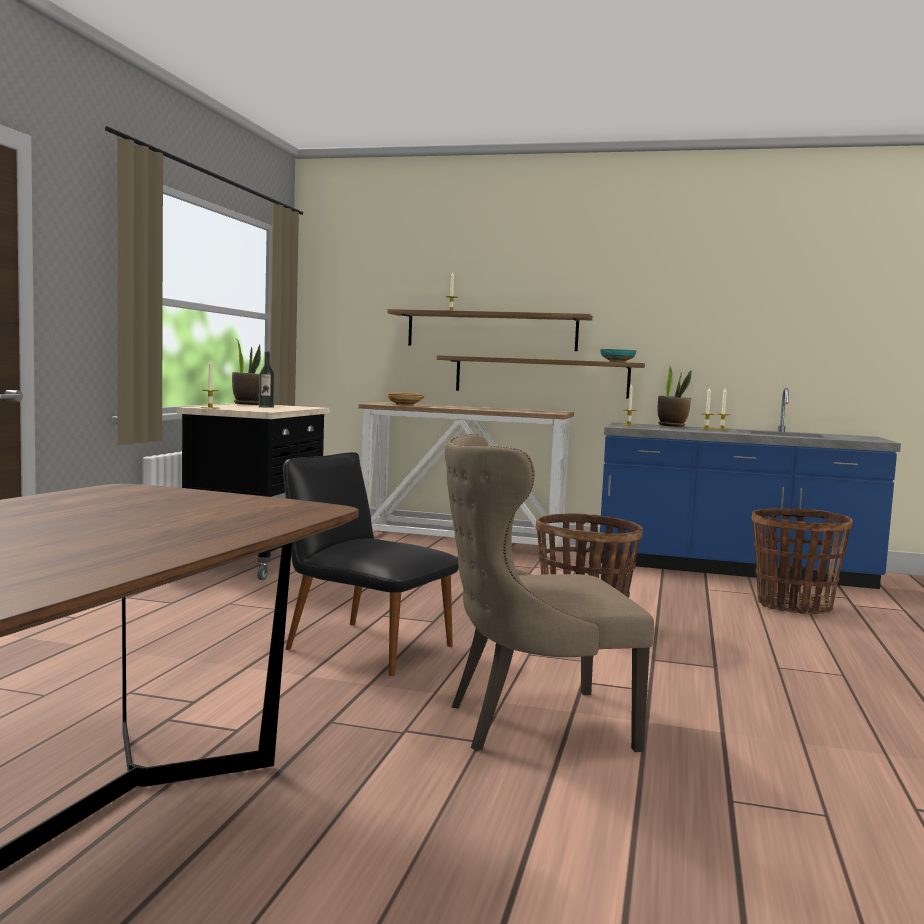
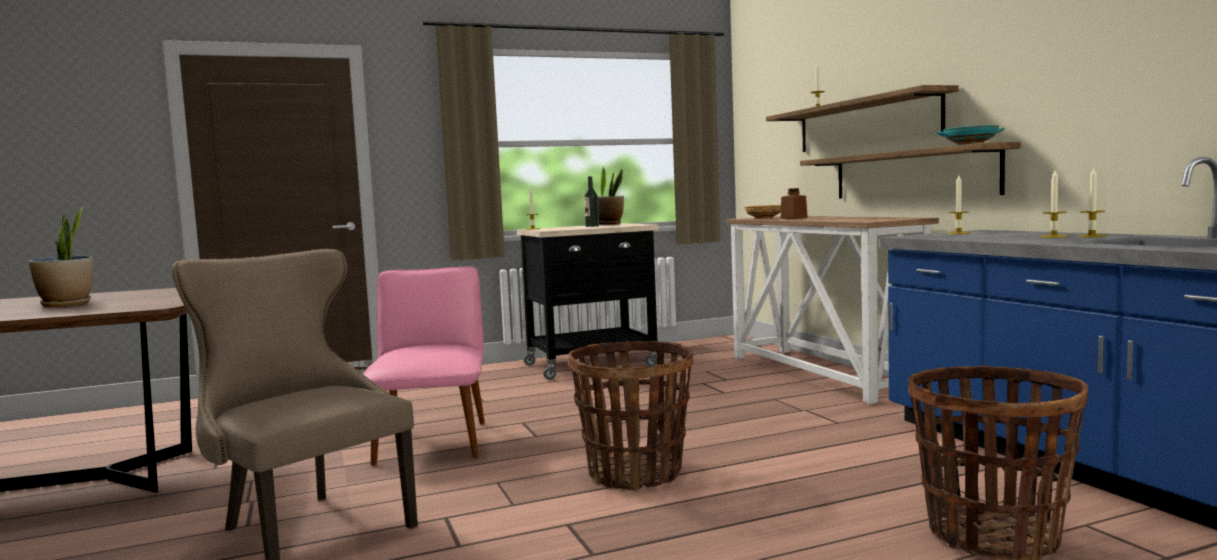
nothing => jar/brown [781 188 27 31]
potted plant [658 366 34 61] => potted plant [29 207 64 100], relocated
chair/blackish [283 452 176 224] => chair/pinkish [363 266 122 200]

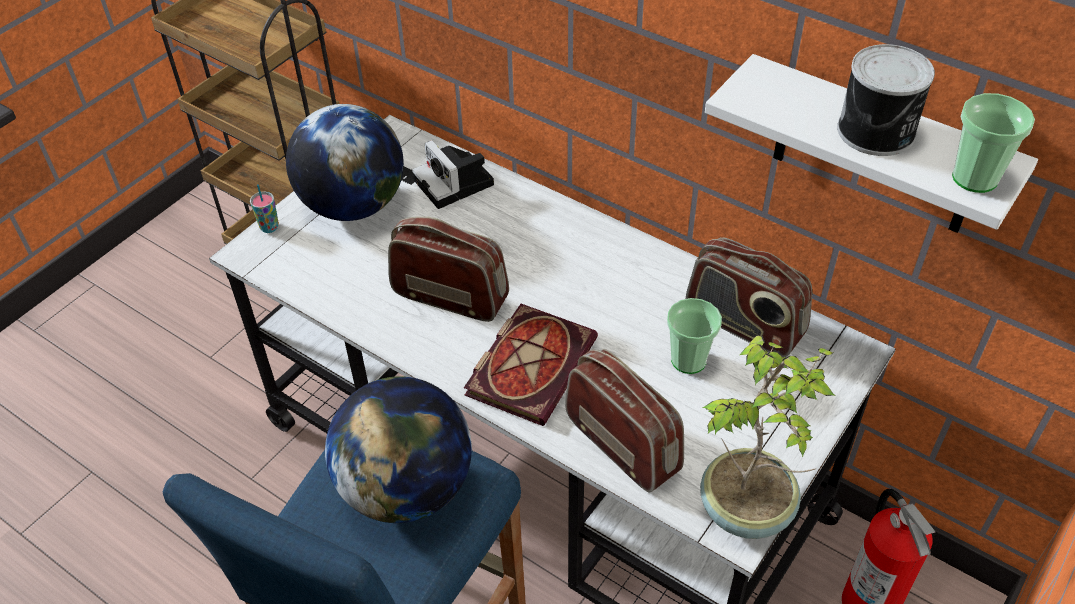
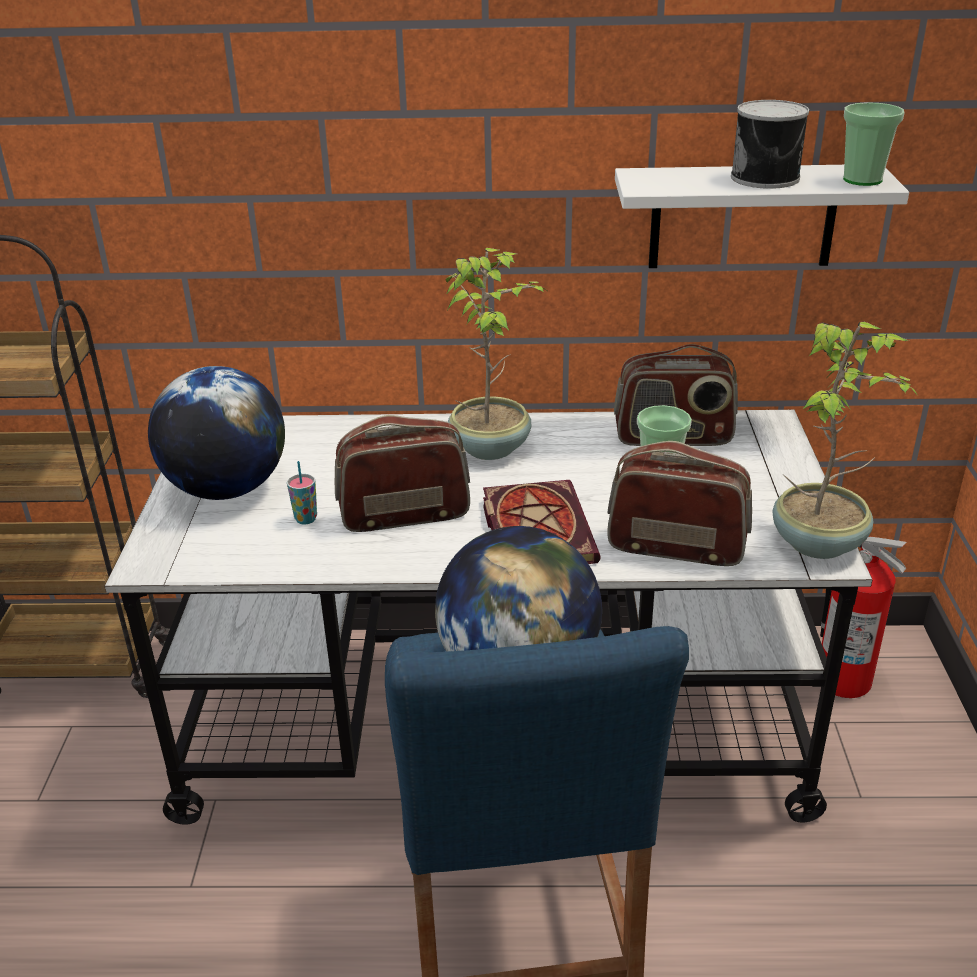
still camera [412 140 82 69] => nothing
nothing => potted plant [445 248 102 212]
cup [250 184 29 49] => cup [287 461 30 63], relocated

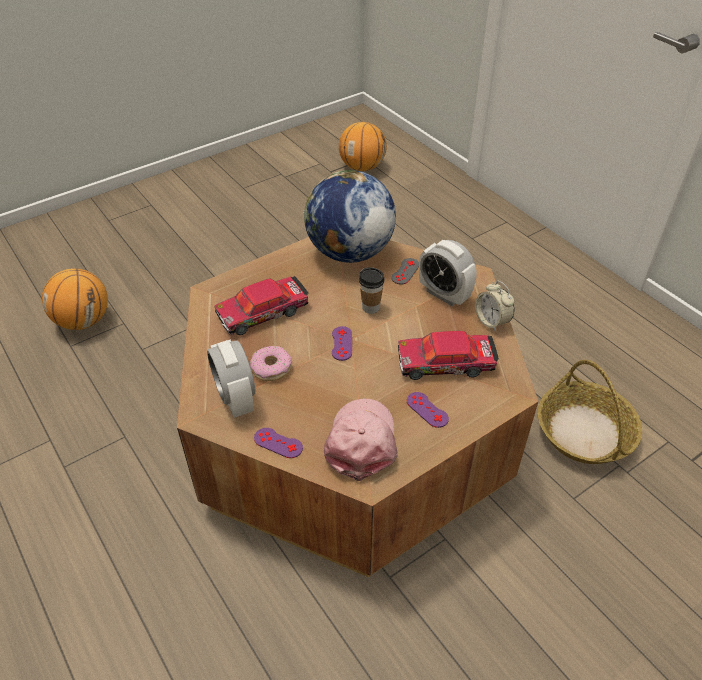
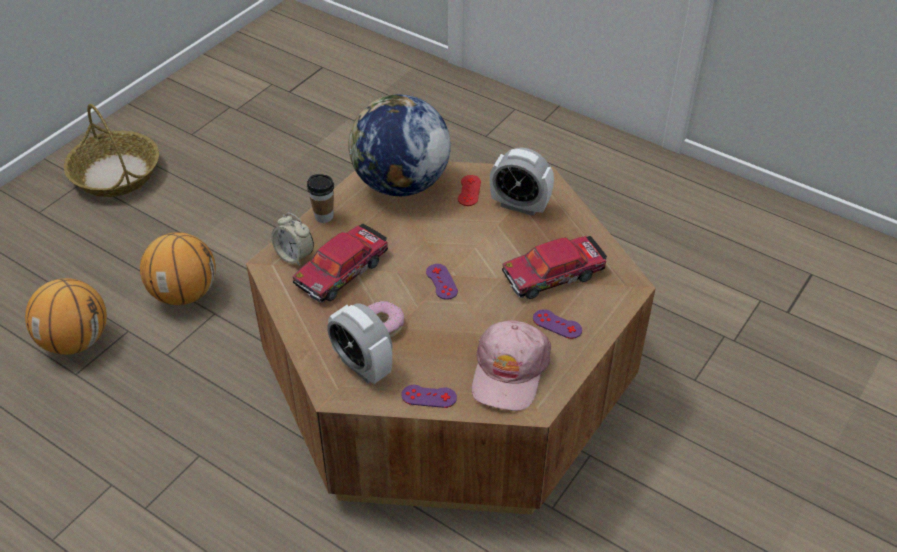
basketball ball [339 122 48 49] => basketball ball [140 232 76 73], relocated
cup [359 267 26 47] => cup [307 174 27 49], relocated
alarm clock [475 281 40 50] => alarm clock [271 213 43 53], relocated
household basket [538 360 104 104] => household basket [64 104 95 93], relocated
game controller/gray [391 258 28 27] => game controller/reddish [458 175 23 31]
cap/pinkish [324 398 74 83] => cap/pinkish [472 320 79 91], 150 degrees counterclockwise

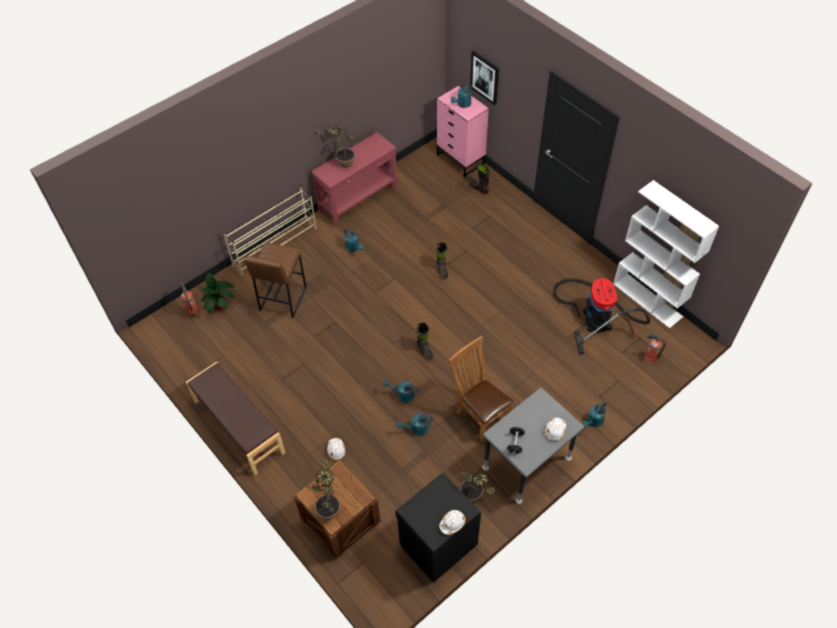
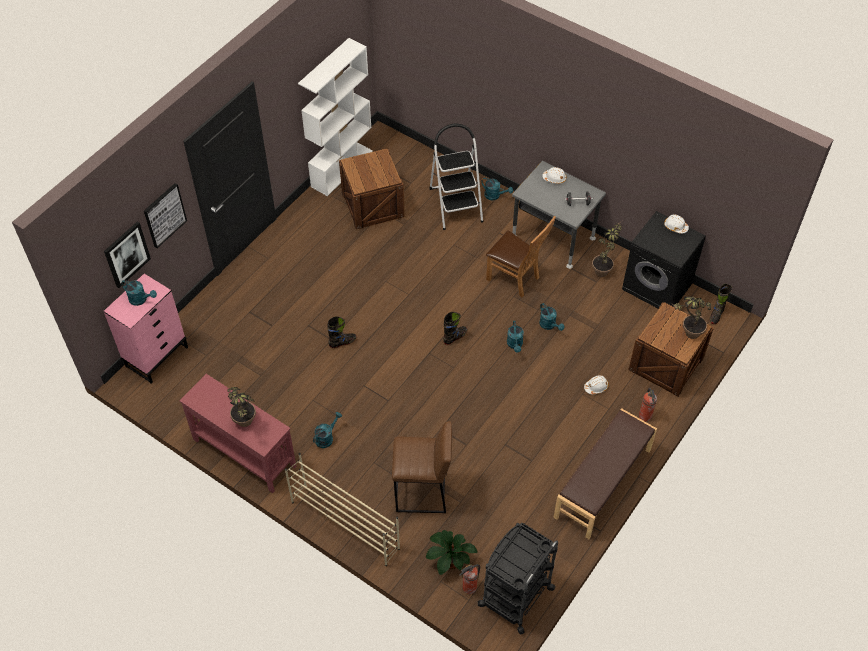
nothing => picture [144 183 43 65]
nothing => step stool [429 124 55 106]
nothing => wheeled cart/blackish [478 523 80 112]
boot/blackish [470 164 20 30] => boot/blackish [710 284 22 40], relocated
fire-fighting cylinder [644 334 22 31] => fire-fighting cylinder [639 388 18 34], relocated
vacuum [553 278 97 76] => packing crate [339 148 66 81]
chair/brown [449 336 65 106] => chair/brown [486 216 70 81], 90 degrees counterclockwise

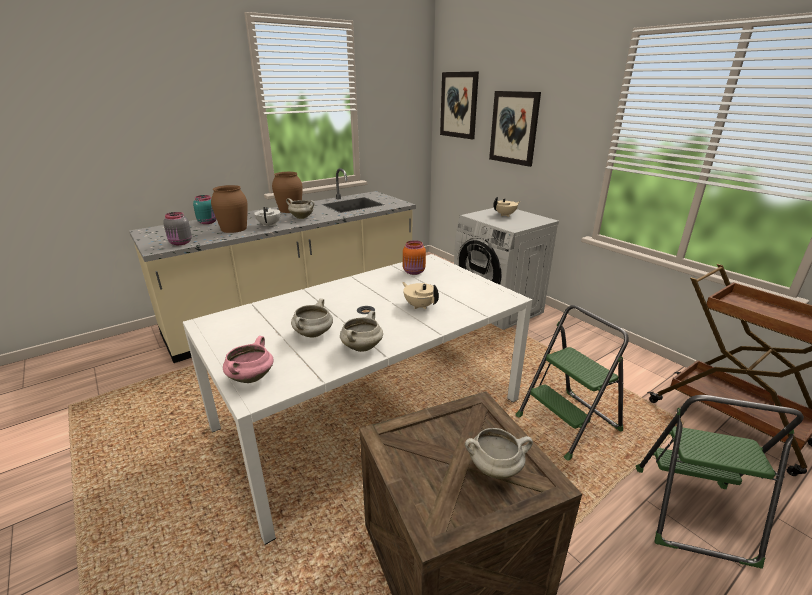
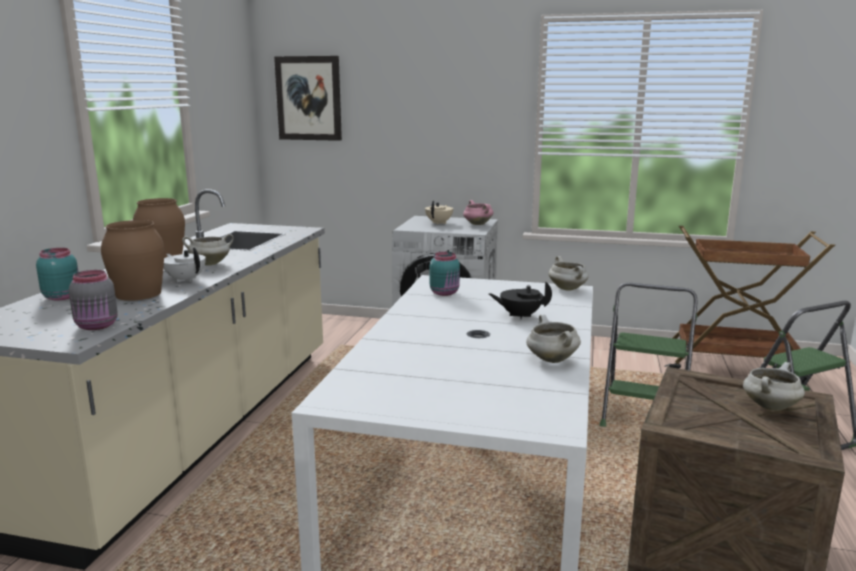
picture [489 91 52 76] => nothing
stockpot/pinkish [223 336 51 47] => stockpot/pinkish [463 200 31 25], relocated
stockpot/white-coloured [291 298 42 40] => stockpot/white-coloured [548 256 40 35], relocated
tea pot/beige-coloured [402 282 37 27] => tea pot/blackish [489 281 63 39]
jar/orange [403 240 23 35] => jar/turquoise [430 252 30 44]

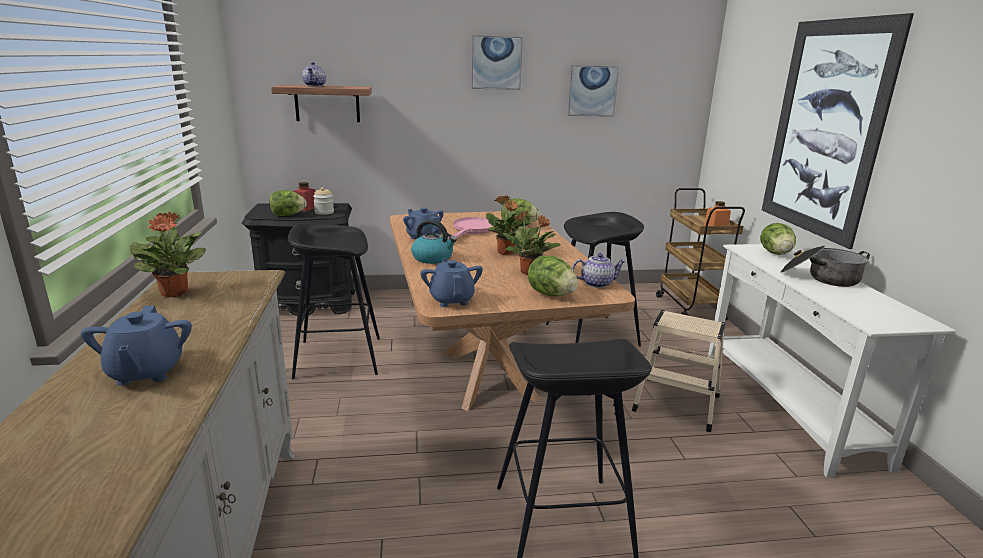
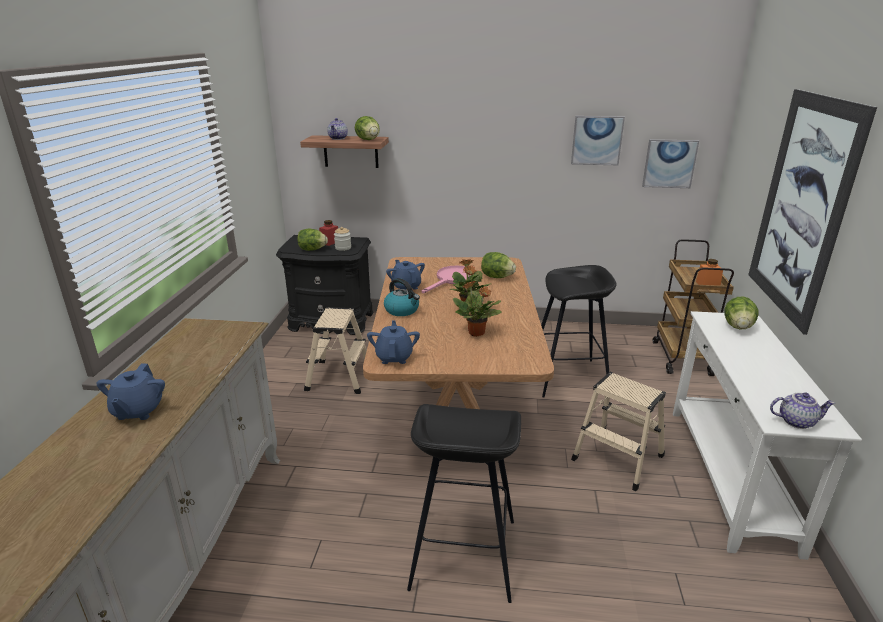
potted plant [130 212 76 85] => nothing
stockpot [780 246 90 41] => nothing
picture [471 35 52 55] => picture [642 139 57 49], relocated
head of lettuce [528 256 50 40] => head of lettuce [355 116 25 24], relocated
tea pot [572 253 54 35] => tea pot [770 393 65 36], relocated
sitting stool/blackish [288 223 92 156] => step stool/beige-coloured [304 307 63 87]

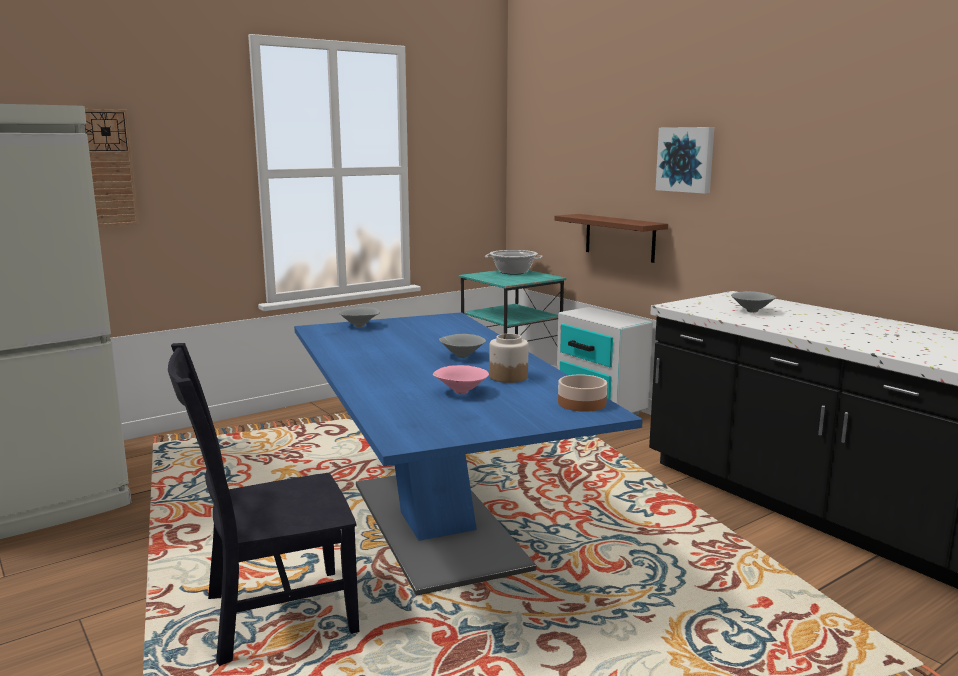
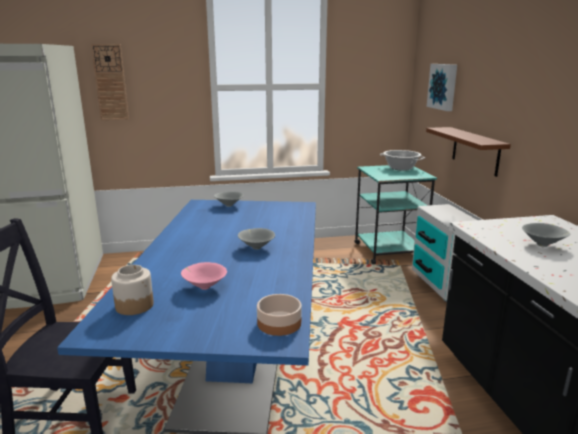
jar [489 334 39 49] => jar [111 265 43 50], relocated
picture [655 127 59 67] => picture [427 64 30 47], relocated

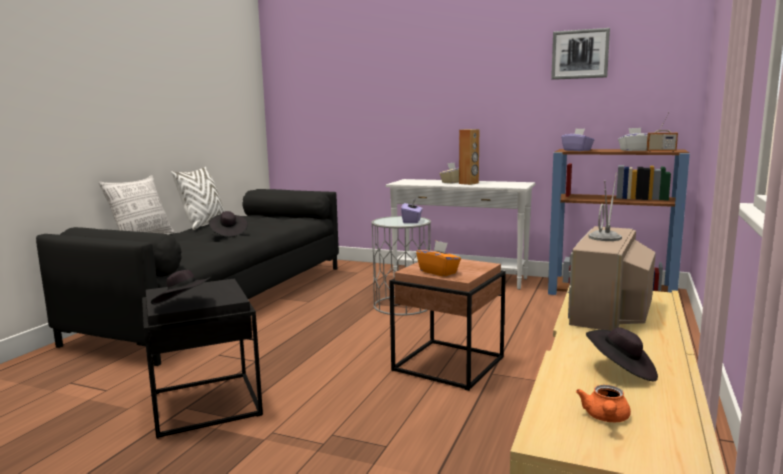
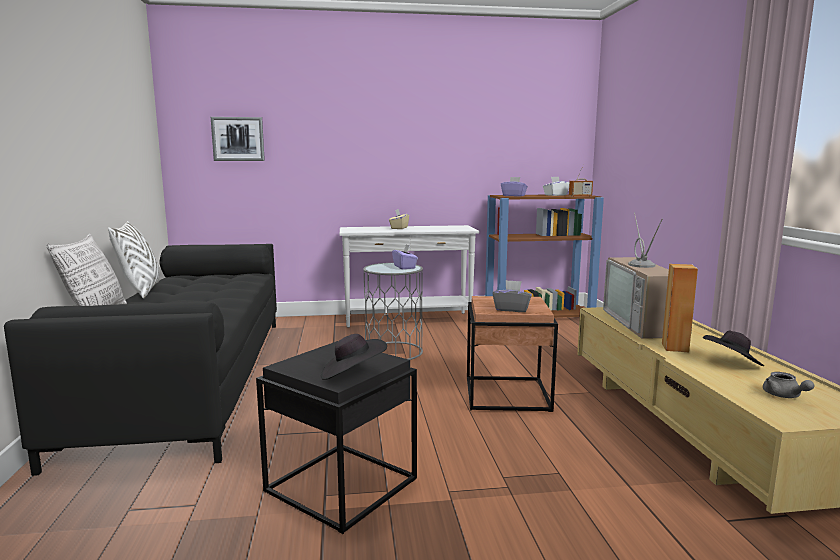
hat/blackish [209 211 39 26] => nothing
loudspeaker/brown [459 129 20 56] => loudspeaker/brown [662 264 36 88], relocated
picture [551 28 59 52] => picture [211 117 54 44], relocated
tissue holder/orange [416 241 45 36] => tissue holder/gray [492 280 40 32]
tea pot/orange [576 385 55 37] => tea pot/gray [763 372 51 26]

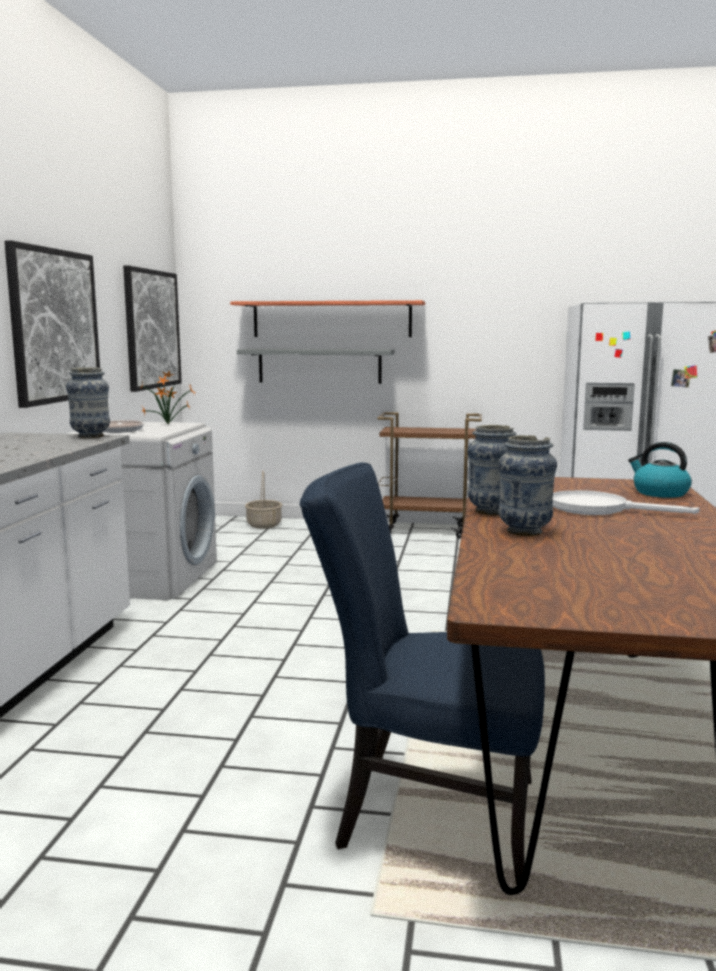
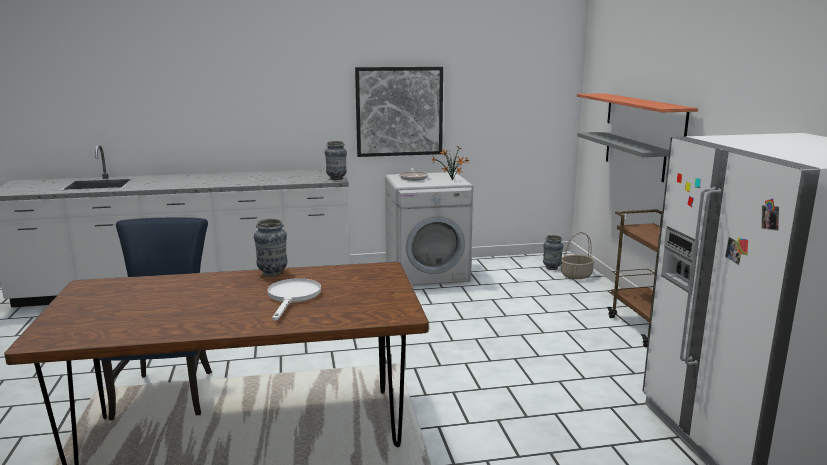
picture [123 266 59 126] => nothing
water kettle [628 442 64 56] => nothing
flower vase [499 435 58 101] => flower vase [543 235 20 35], relocated

